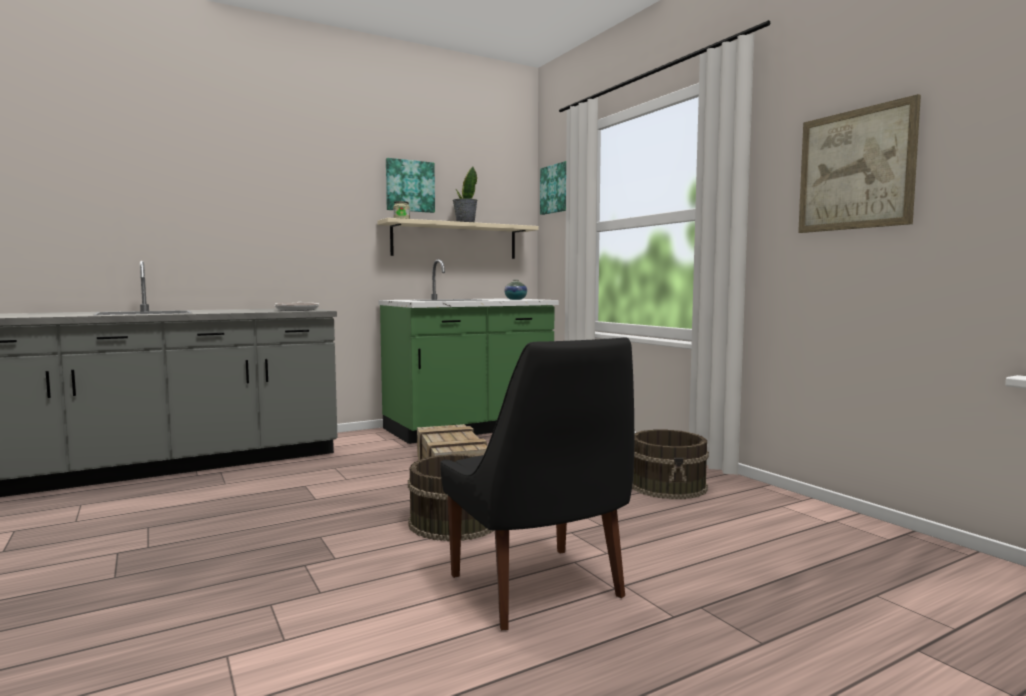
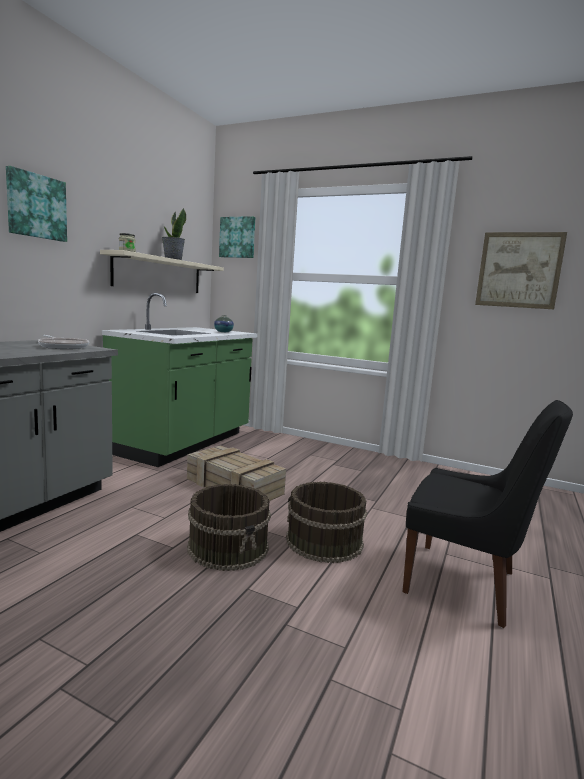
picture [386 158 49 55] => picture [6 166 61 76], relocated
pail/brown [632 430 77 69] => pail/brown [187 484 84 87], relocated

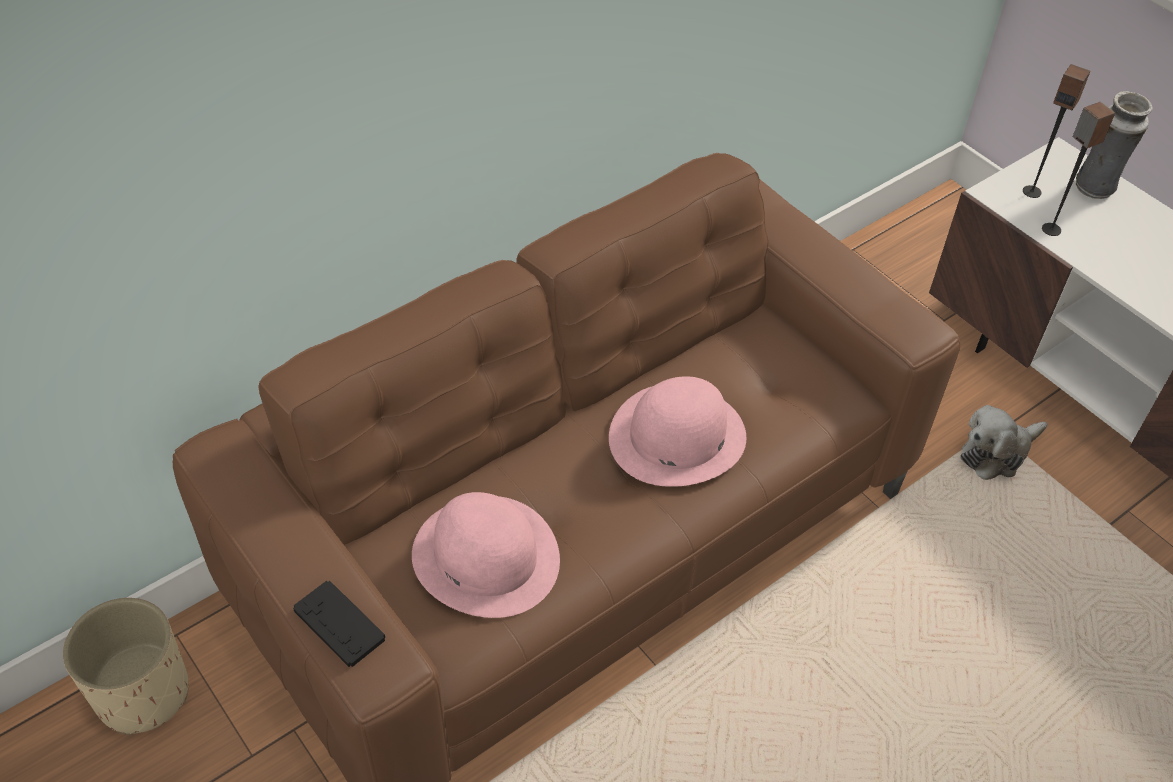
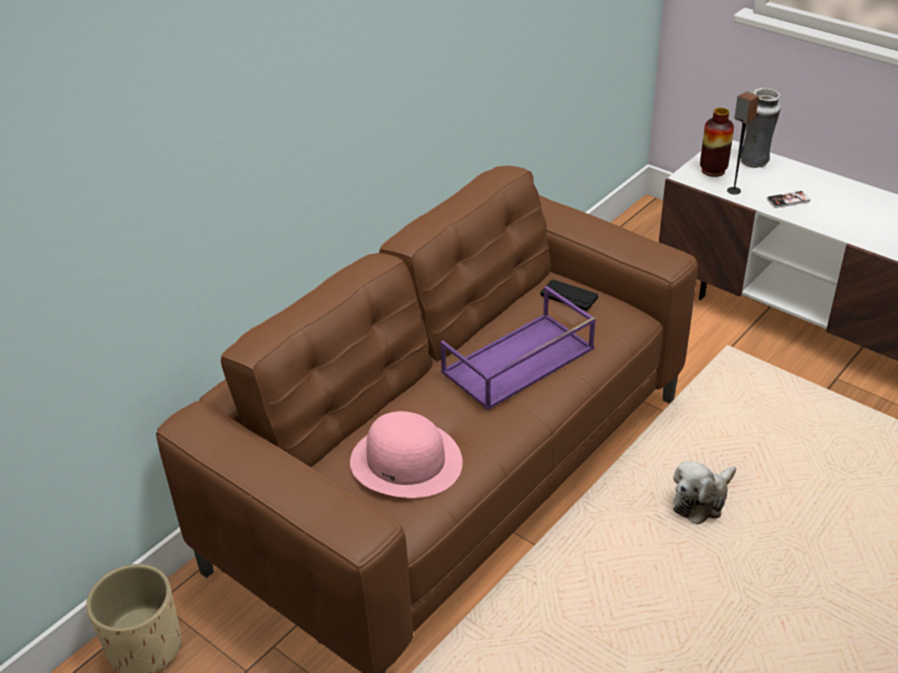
nothing => handset [767 190 43 18]
game controller/blackish [293 581 92 86] => game controller/blackish [541 279 57 32], relocated
soft toy [960 405 87 75] => soft toy [673 461 63 63], relocated
hat/pinkish [609 376 137 111] => serving tray/purplish [440 286 156 124]
loudspeaker [1023 64 67 134] => flower vase [700 108 34 69]

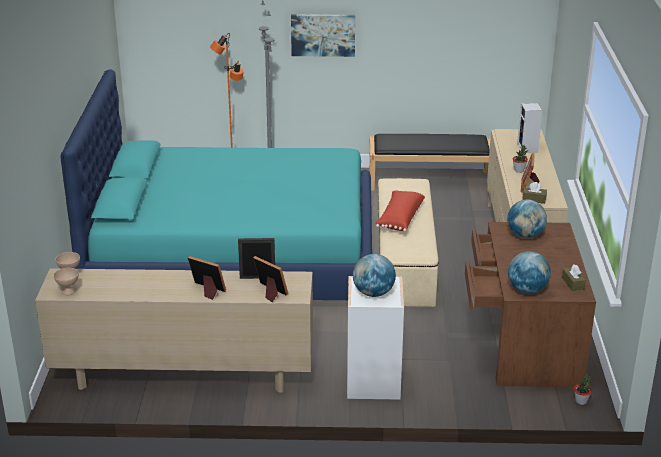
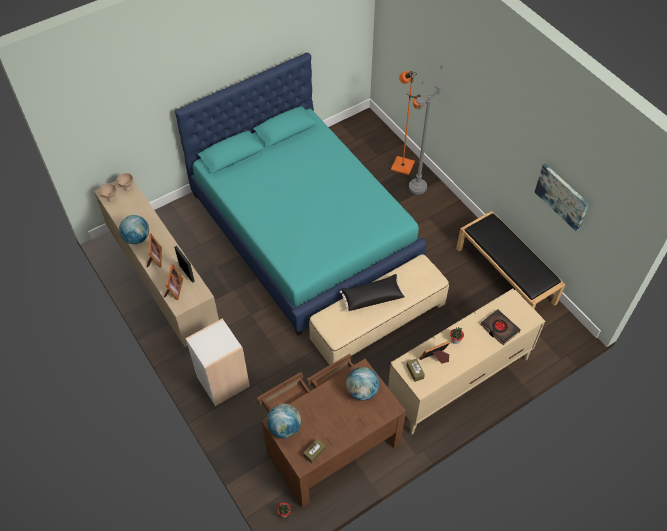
picture [291 14 64 43] => picture [535 164 54 67], relocated
world globe [353 254 43 43] => world globe [119 215 30 29], relocated
loudspeaker [517 103 25 50] => book/blackish [480 309 41 36]
cushion/reddish [375 190 50 42] => cushion/blackish [340 274 66 38]

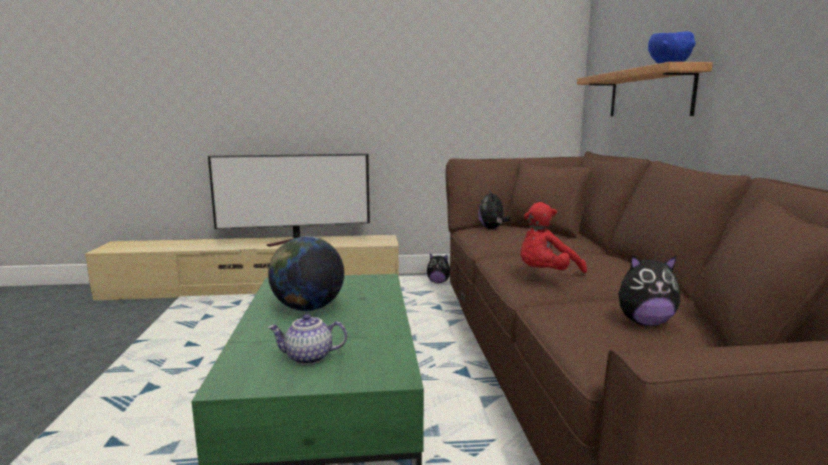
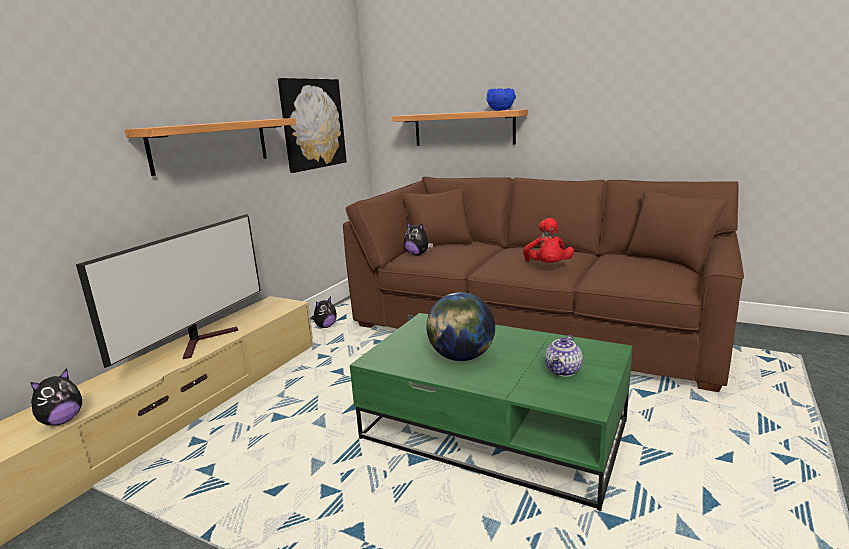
nothing => shelf [125 118 171 58]
nothing => picture [278 78 69 95]
soft toy [618 255 62 71] => soft toy [31 369 51 56], relocated

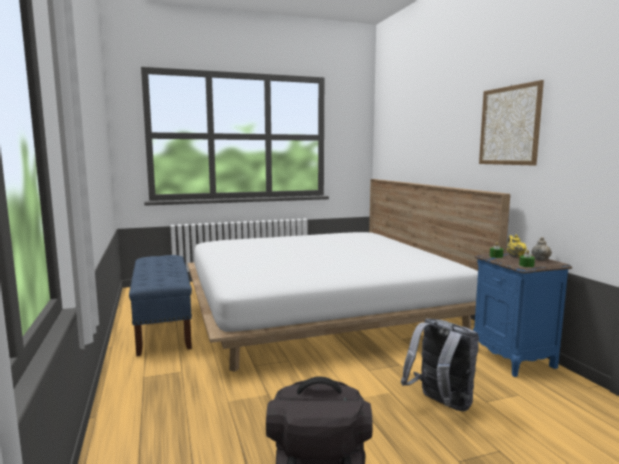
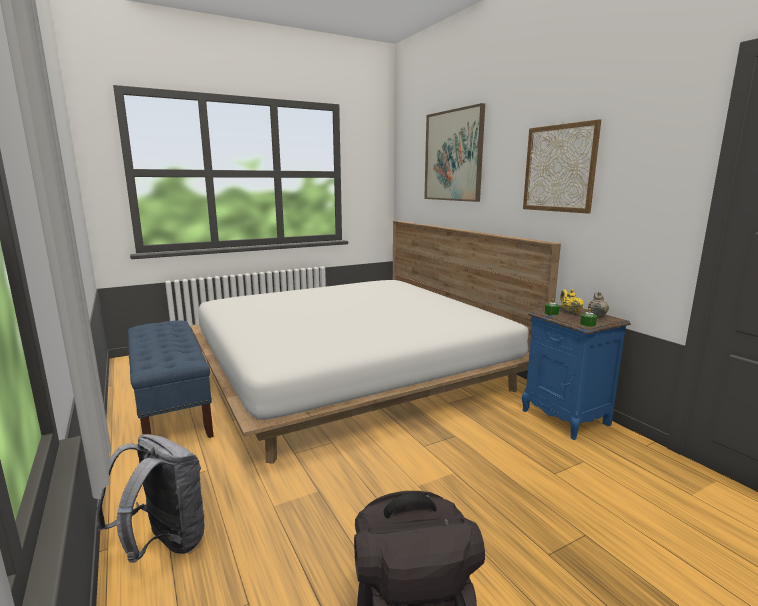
nothing => picture [424 103 61 99]
rucksack/gray [401 319 78 92] => rucksack/gray [96 434 109 129], relocated

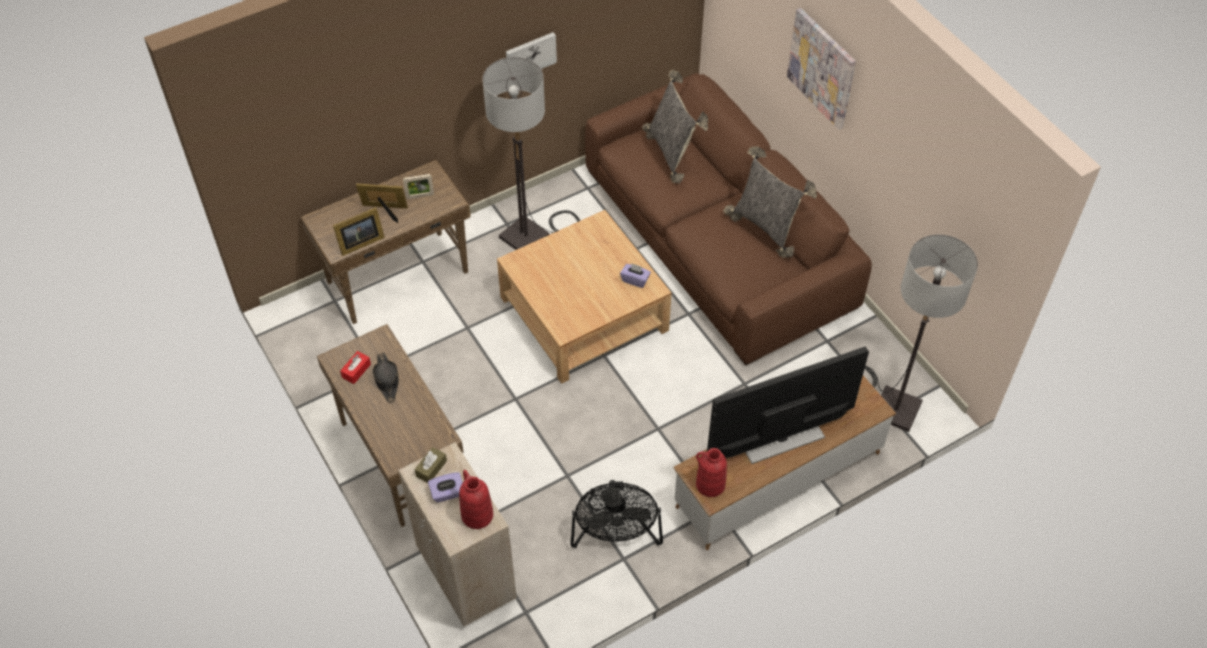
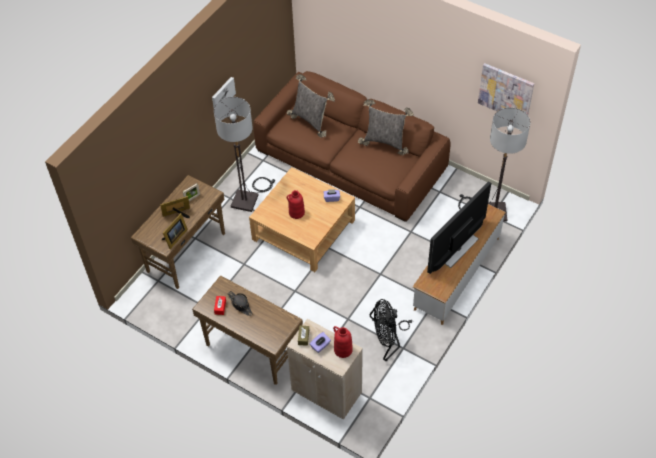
flower vase/reddish [696 448 31 49] => flower vase/reddish [287 190 18 29], relocated
picture [787 8 69 122] => picture [478 63 56 52], relocated
electric fan/blackish [571 480 92 68] => electric fan/blackish [370 299 43 62], 105 degrees clockwise

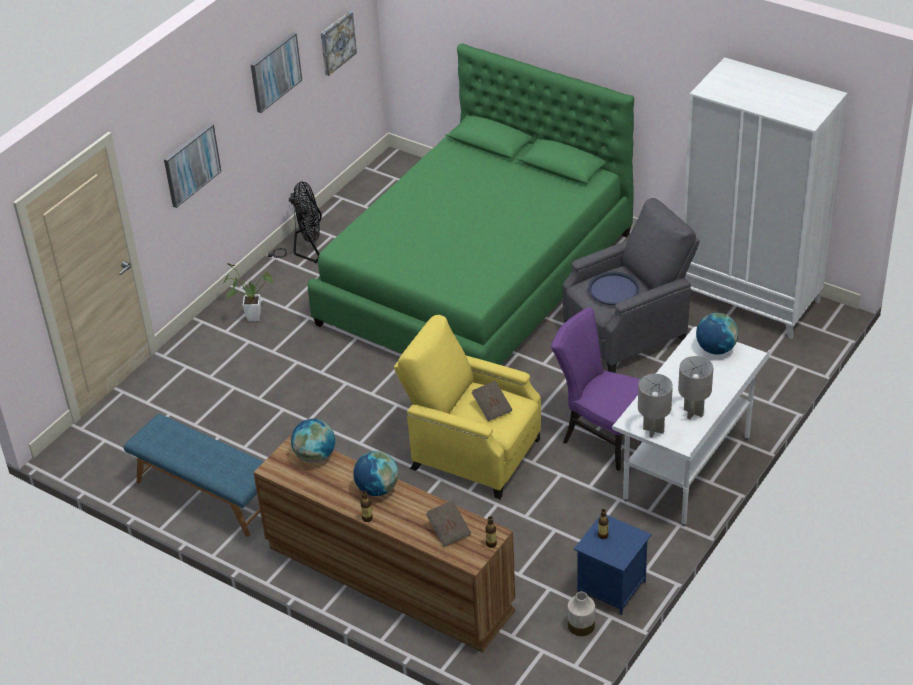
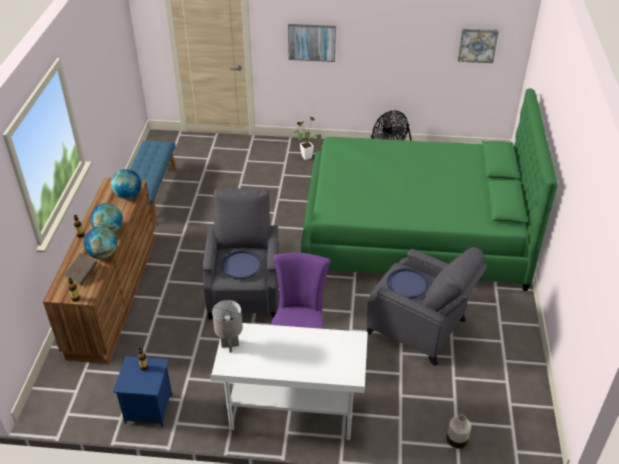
picture [251 32 51 81] => nothing
table lamp/gray [678 356 35 63] => nothing
wardrobe/white-coloured [683 57 164 282] => nothing
flower vase/beige-coloured [568 592 27 44] => flower vase/beige-coloured [446 414 25 34], relocated
world globe [696 313 42 42] => world globe [83 227 34 32], relocated
book/brown [472 381 41 40] => serving tray/blue [221 250 41 29]
easy chair/yellow [394 315 147 184] => easy chair/gray [203 188 76 131]

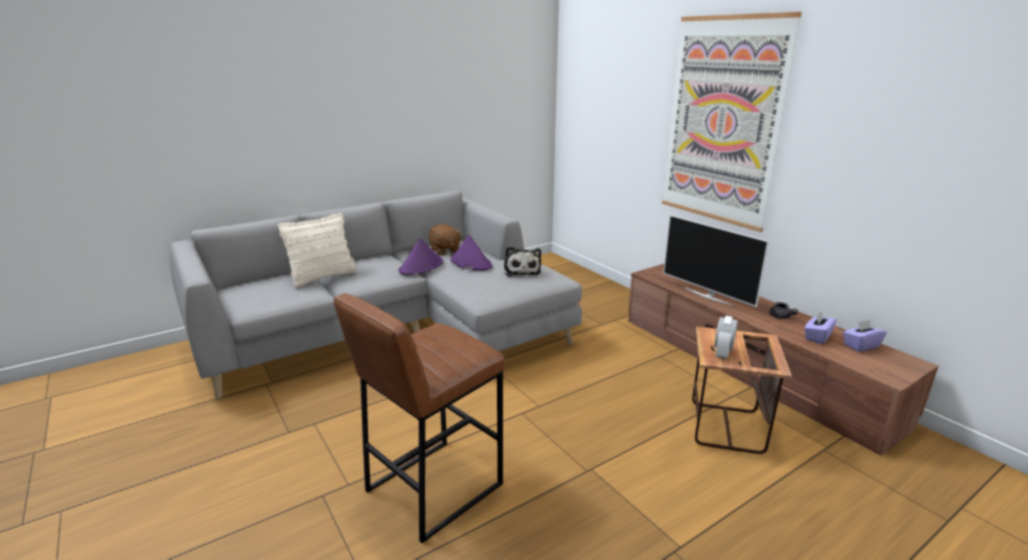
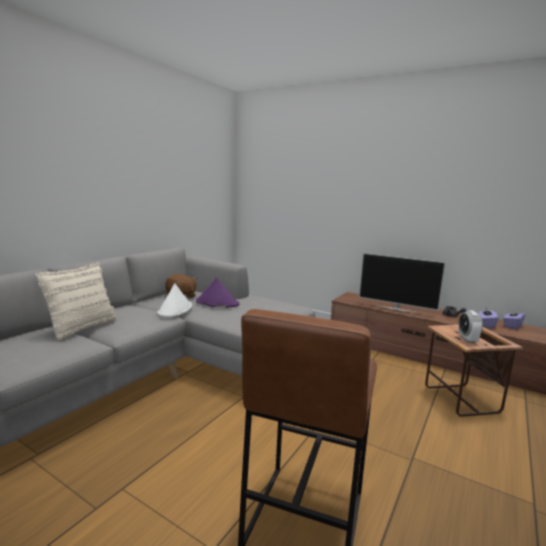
soft toy [504 246 37 31] => nothing
picture [662 12 140 220] => nothing
hat/purplish [399 238 44 37] => hat/white-coloured [157 283 35 34]

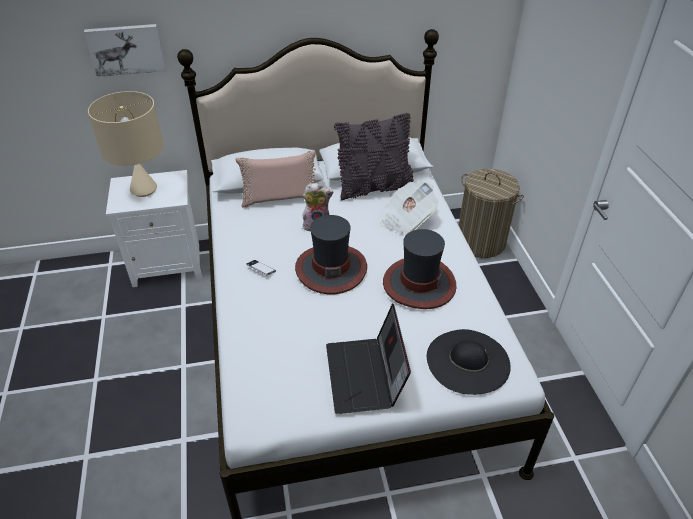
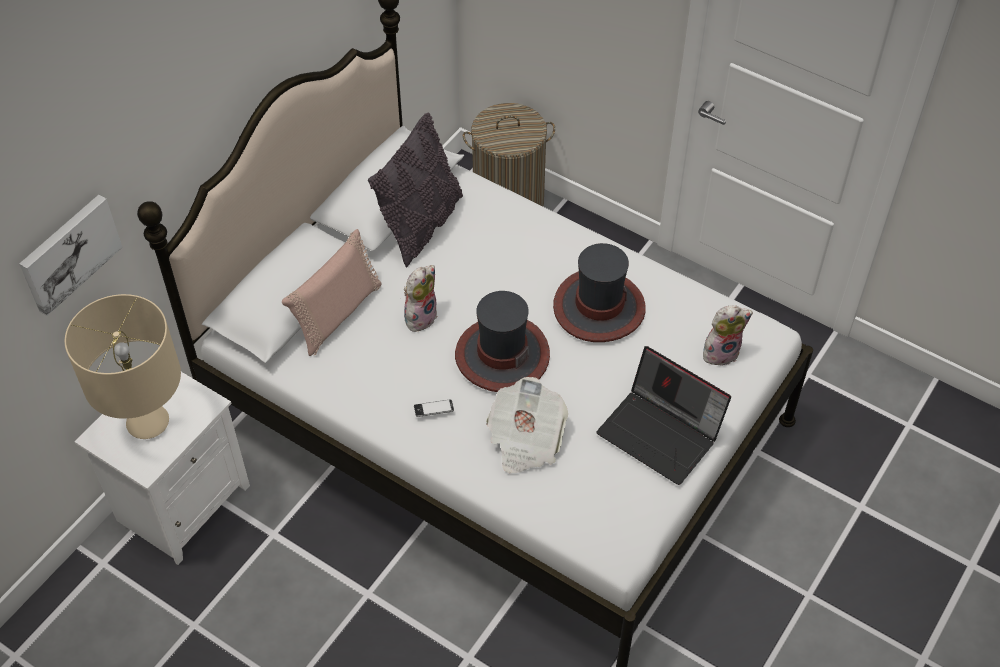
newspaper [380 182 58 53] => newspaper [486 377 82 97], relocated
hat/blackish [427 329 84 66] => soft toy [703 305 50 61]

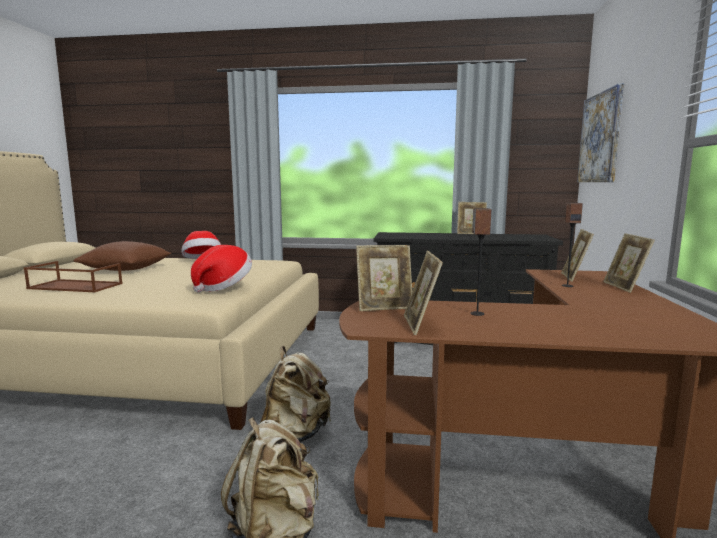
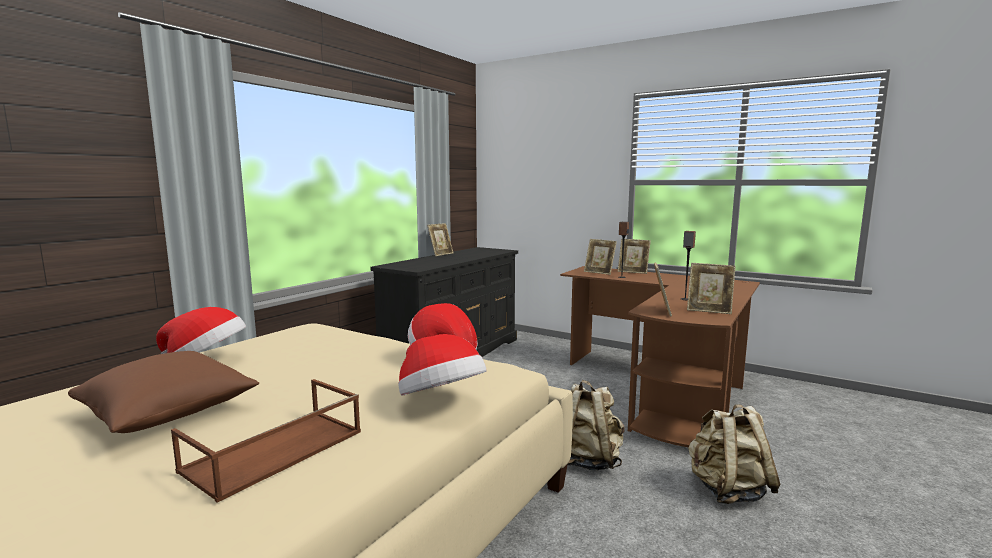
picture [577 83 47 99] => nothing
nothing => hat [398 334 89 62]

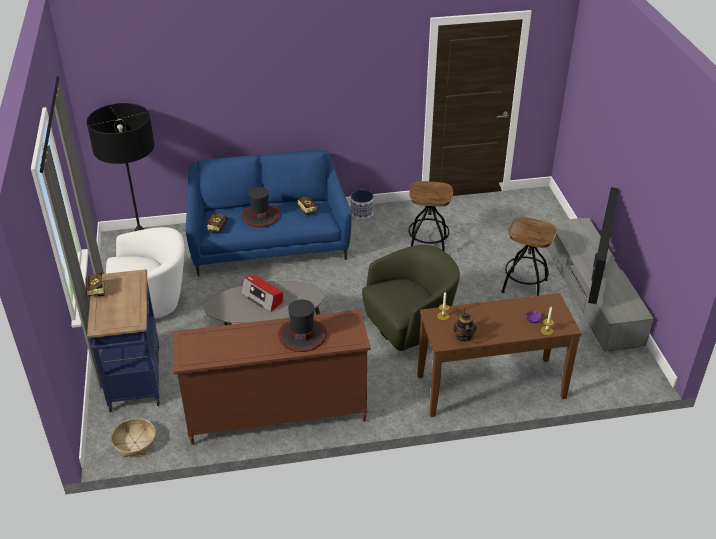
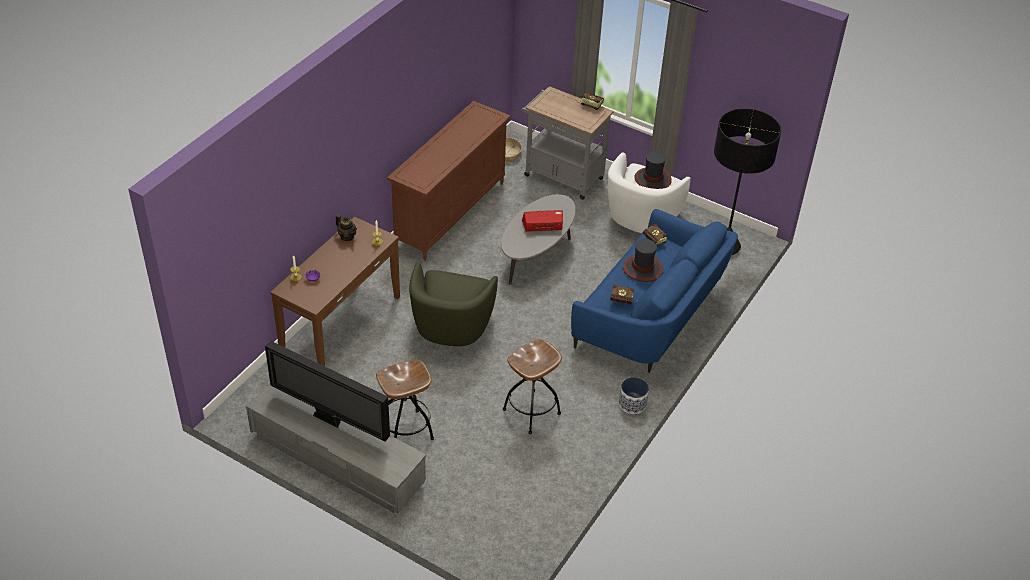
hat [278 299 49 53] => hat [634 151 38 38], relocated
wheeled cart/blue [87 269 73 143] => wheeled cart/gray [521 86 92 114]
television [588 187 31 117] => television [265 341 125 101], 150 degrees clockwise

